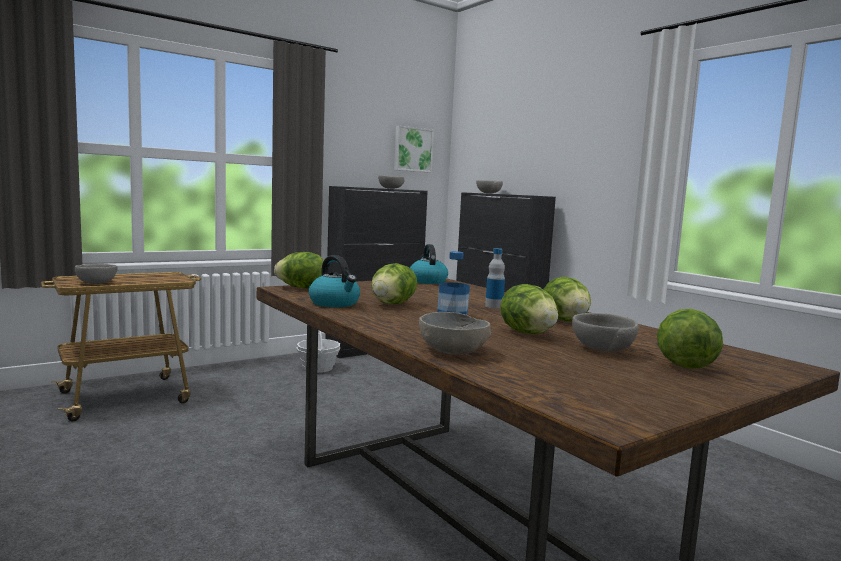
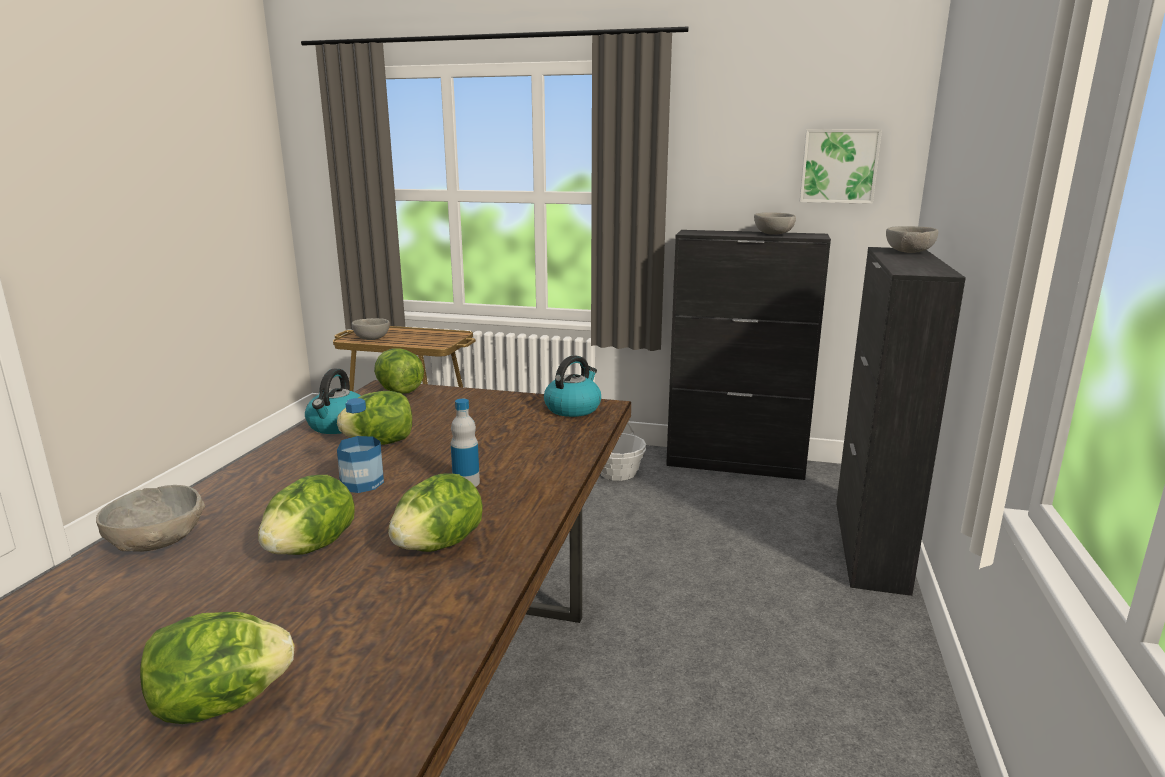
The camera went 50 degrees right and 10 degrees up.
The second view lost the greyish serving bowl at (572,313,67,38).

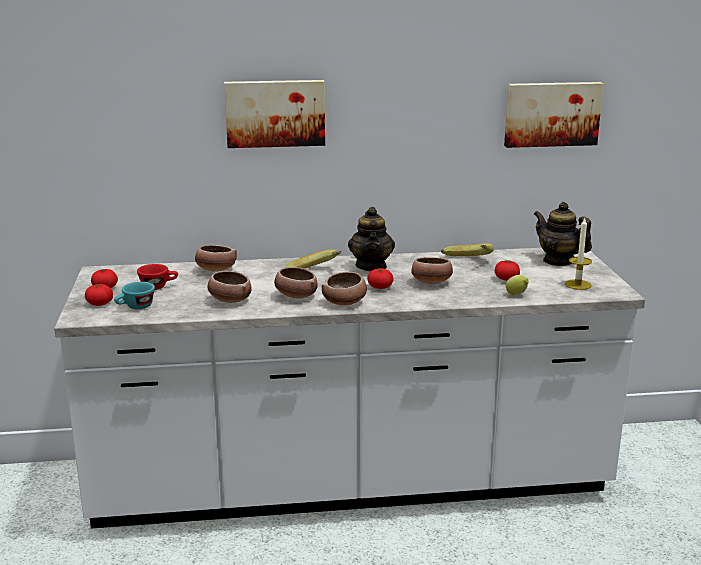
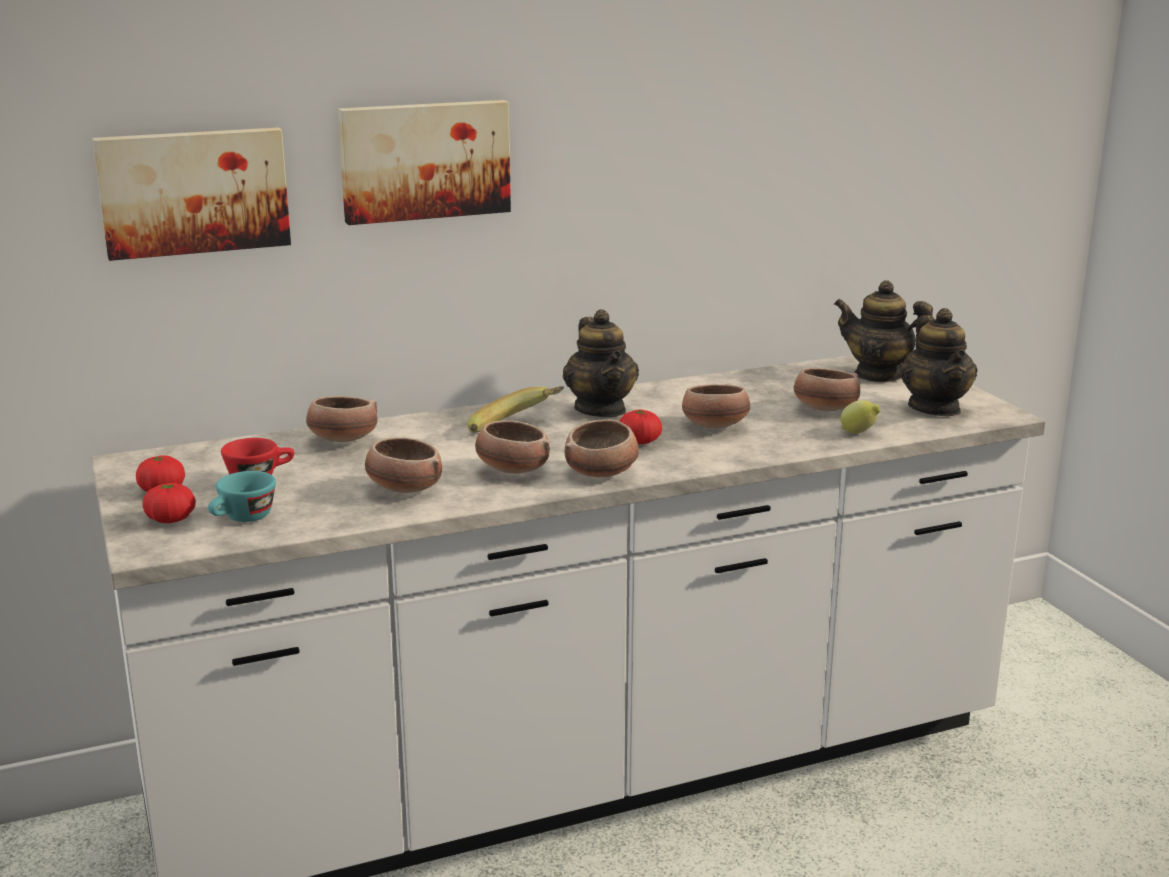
The camera went 15 degrees left and 0 degrees up.
The second view lost the whole banana at (441,243,53,13).
Where the tomato stood at (495,260,25,21), the serving bowl came to stand at (794,368,66,43).
The wall art ended up elsewhere, having gone from (504,82,100,66) to (92,127,199,134).
Where the wax candle stood at (565,218,27,72), the teapot came to stand at (900,308,78,108).

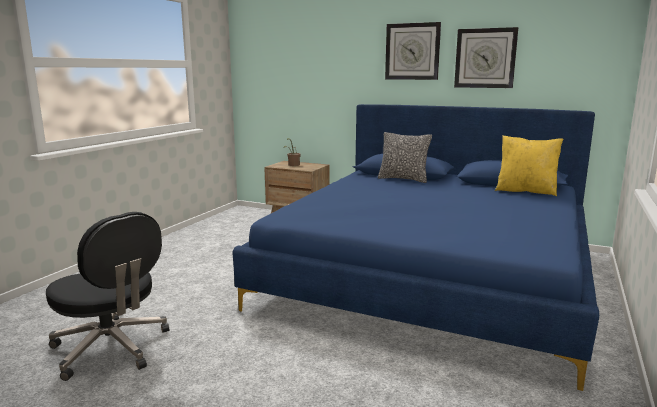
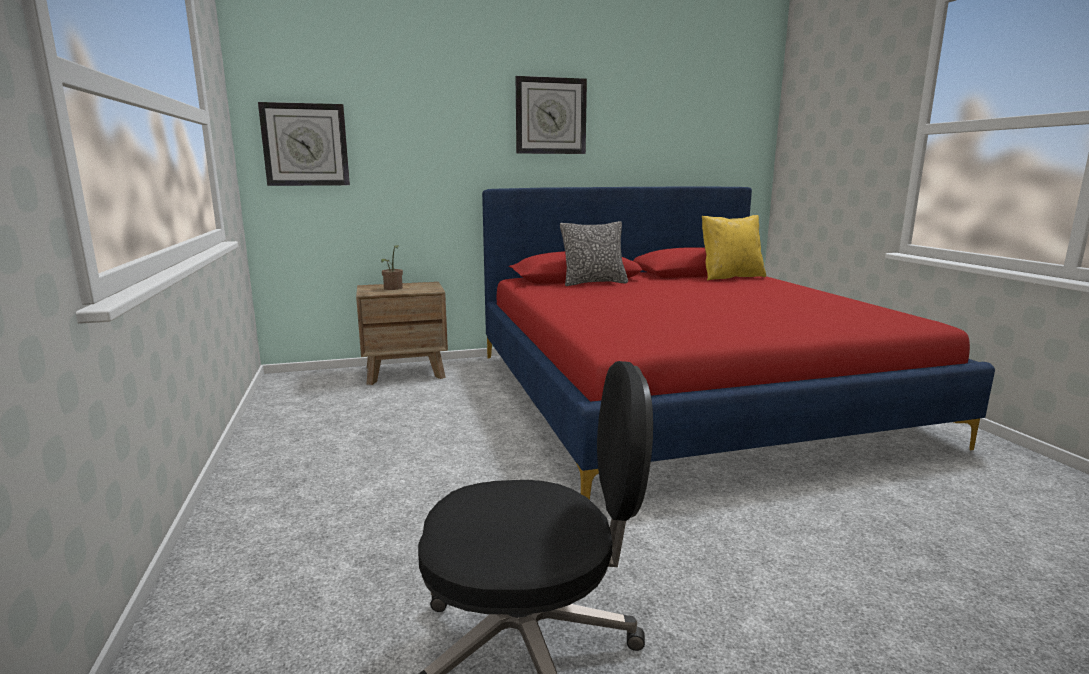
The camera went 40 degrees left and 0 degrees up.
What was the bluish bedroom bed at (233,104,366,287) turned into the red bedroom bed at (482,186,513,314).
The wall clock ended up elsewhere, having gone from (454,27,64,61) to (258,102,92,84).

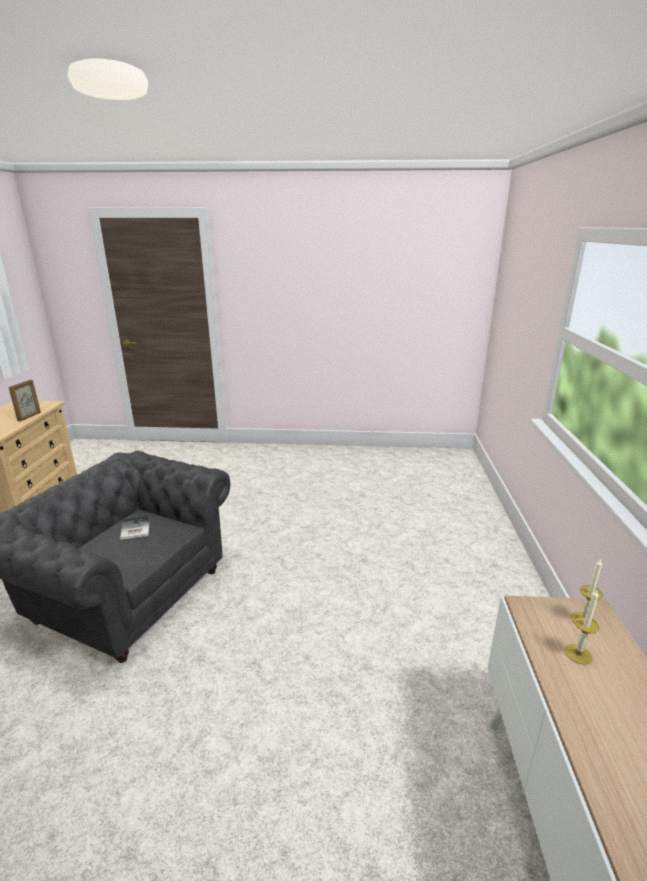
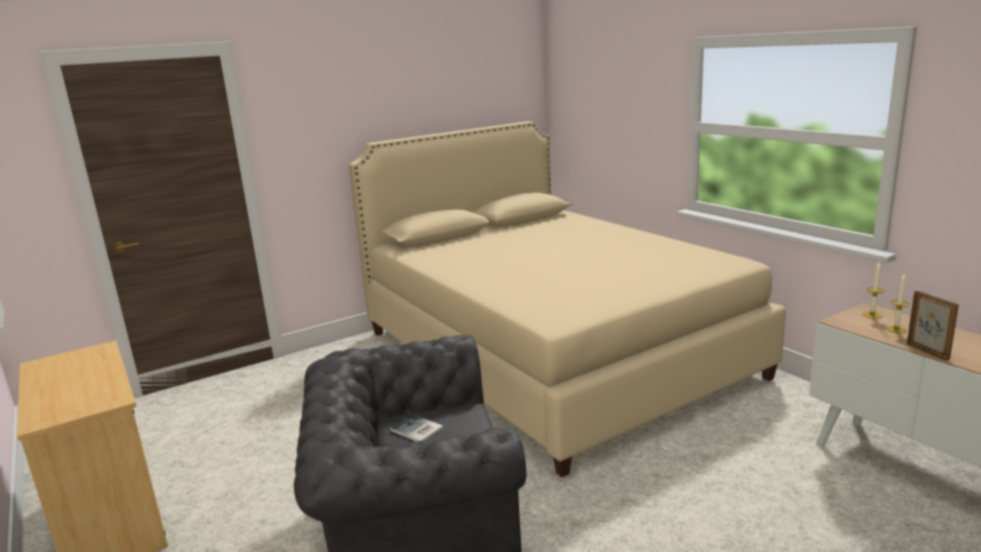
The camera went 35 degrees left and 5 degrees down.
The standing frame ended up elsewhere, having gone from (9,380,32,41) to (907,291,52,70).
The second view gained the sand-coloured bedroom bed at (349,121,437,356).

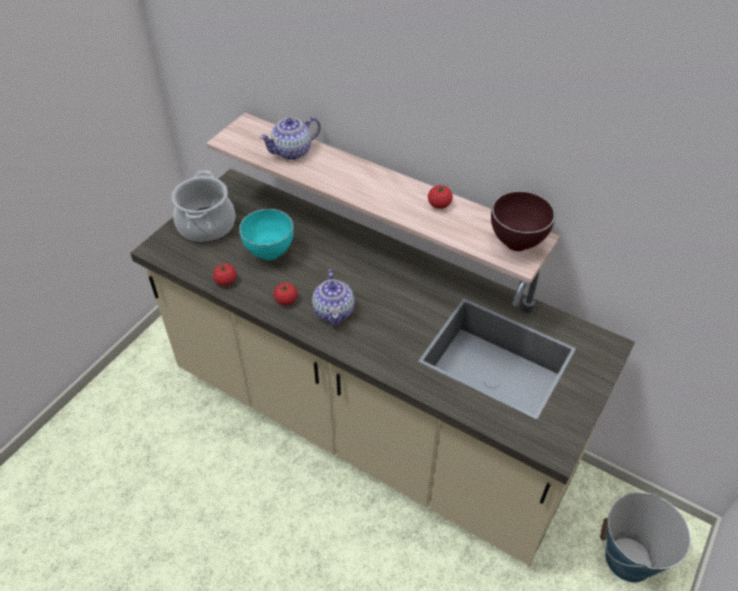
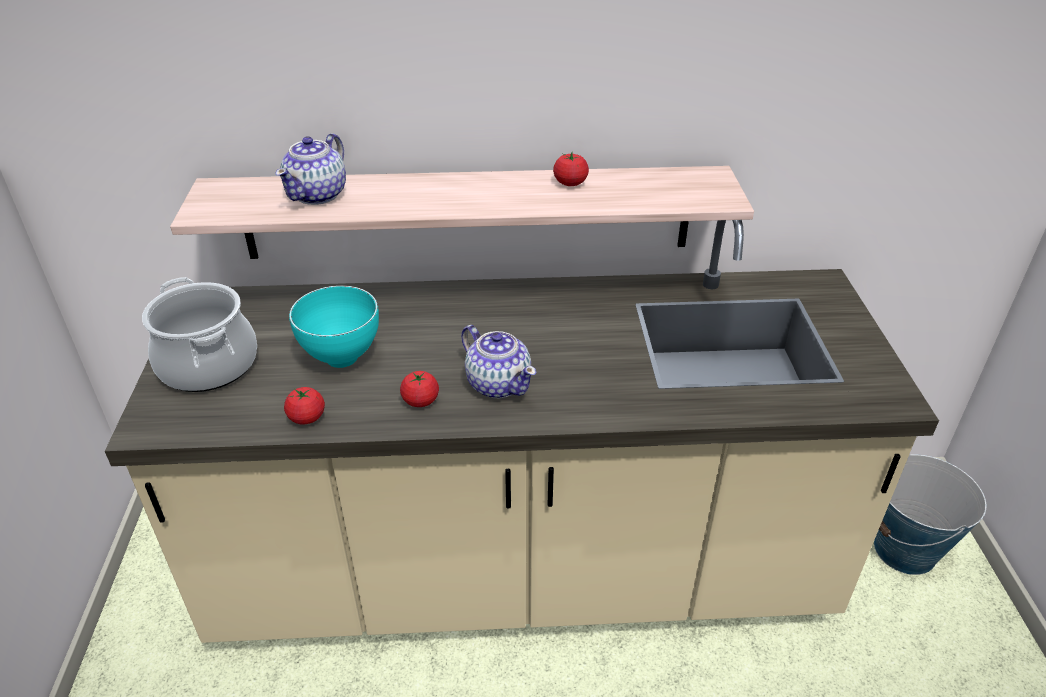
The camera went 35 degrees left and 10 degrees down.
The second view lost the brown serving bowl at (491,191,65,60).

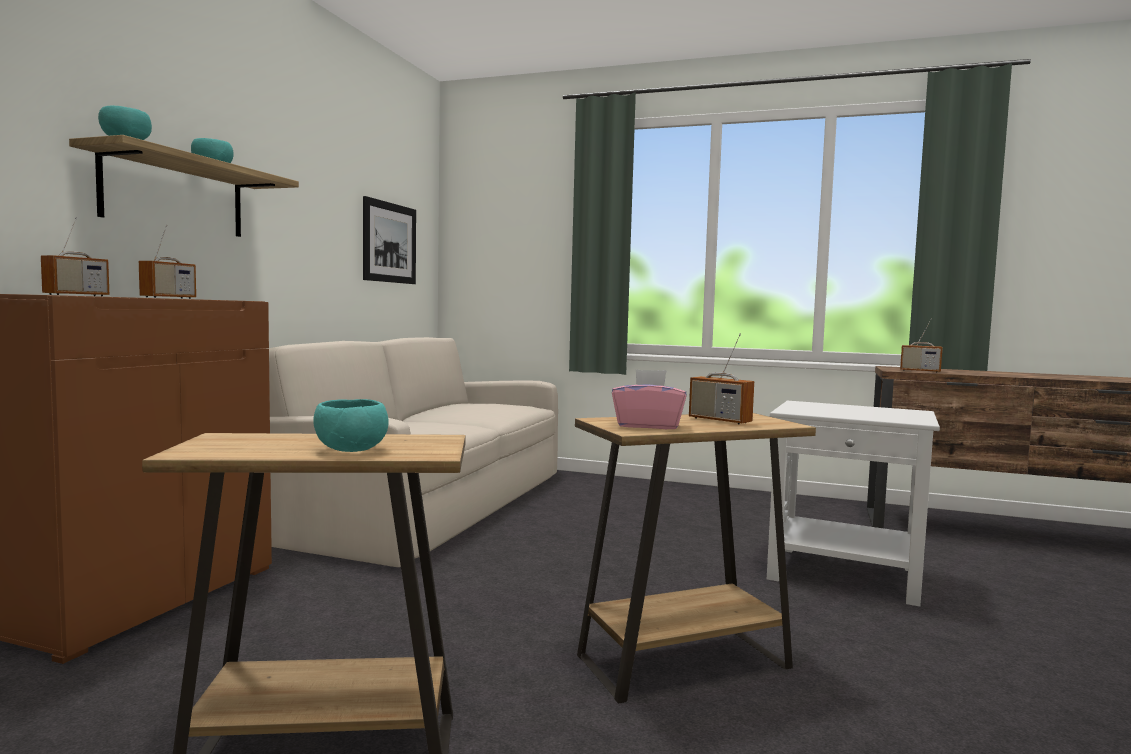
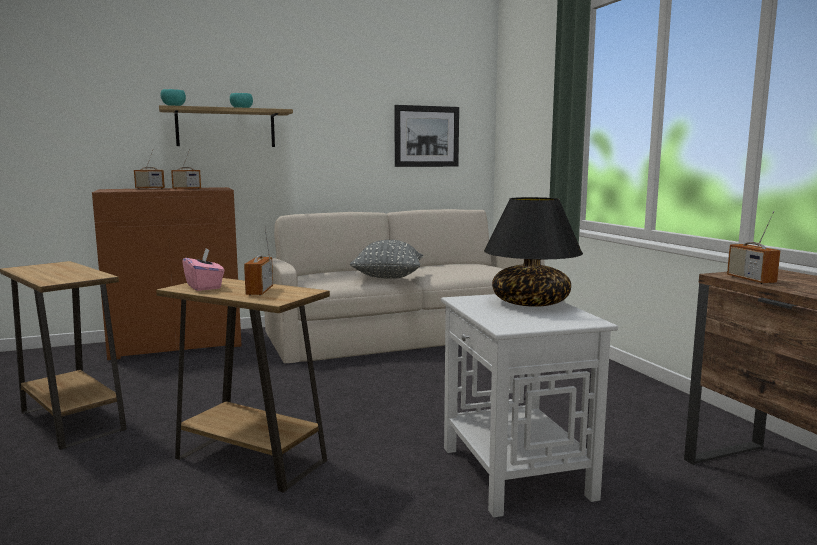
The camera went 50 degrees right and 5 degrees up.
The second view lost the blue-green serving bowl at (313,399,76,53).
The second view gained the greyish cushion at (350,240,74,39).
The second view gained the black table lamp at (484,197,99,110).

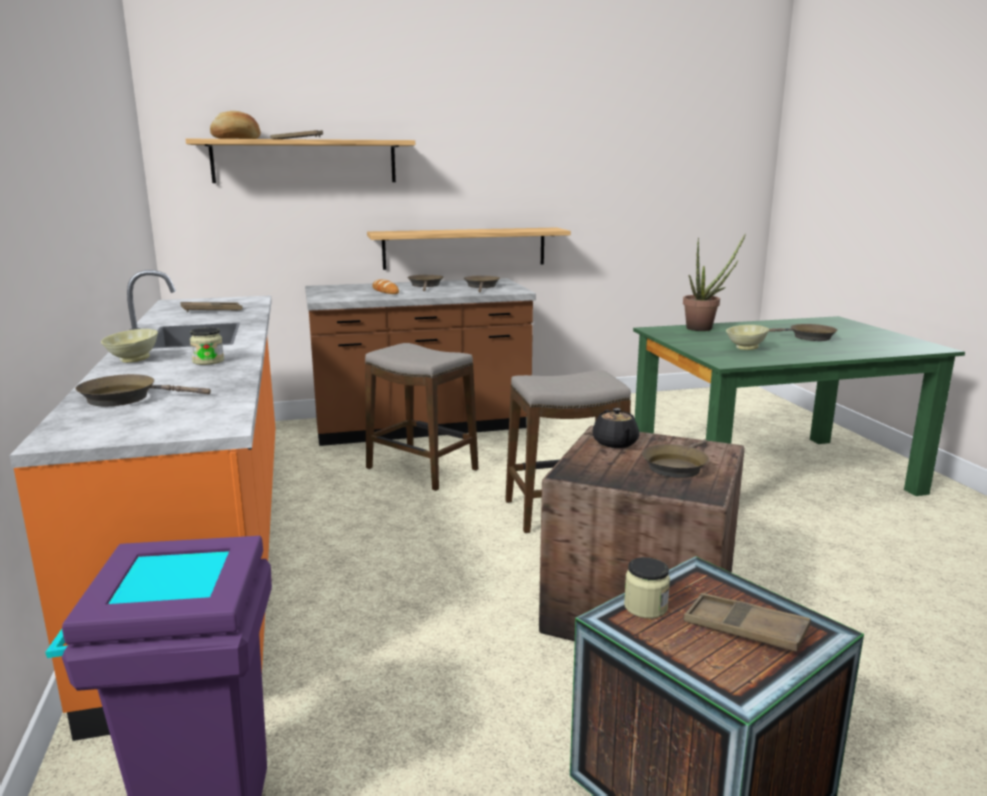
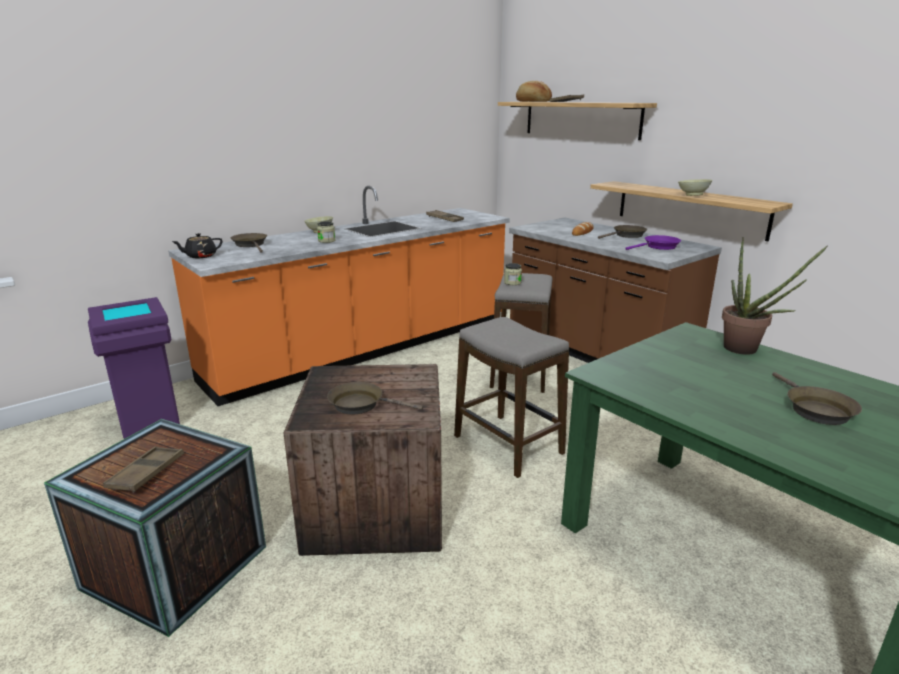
The camera went 65 degrees right and 5 degrees up.
What was the brown pan at (464,275,36,17) turned into the purple pan at (626,235,55,15).
The black teapot ended up elsewhere, having gone from (592,408,47,40) to (172,233,51,25).
The jar ended up elsewhere, having gone from (624,557,46,61) to (504,263,18,22).
The sand-coloured serving bowl ended up elsewhere, having gone from (726,325,43,25) to (678,179,35,17).

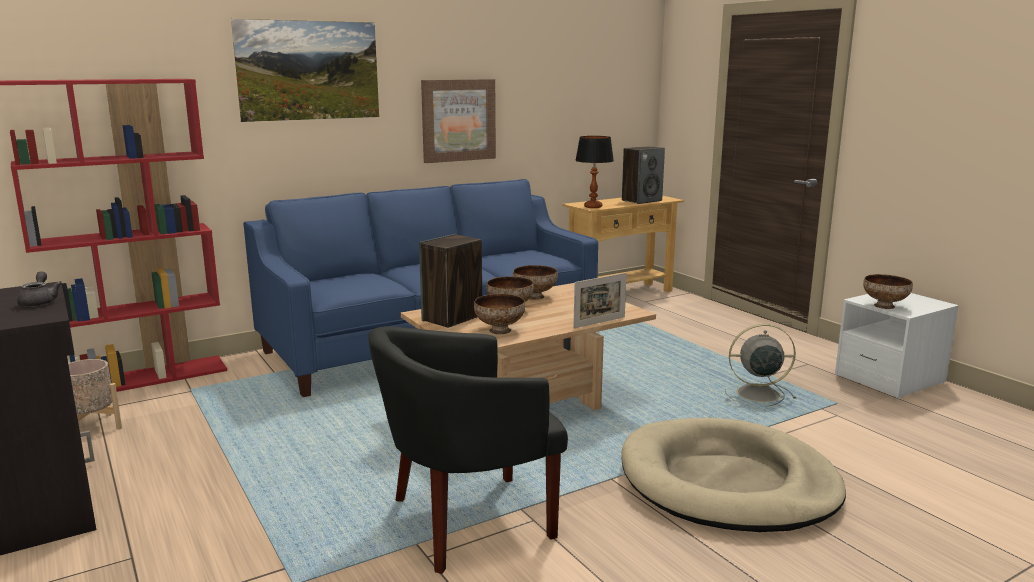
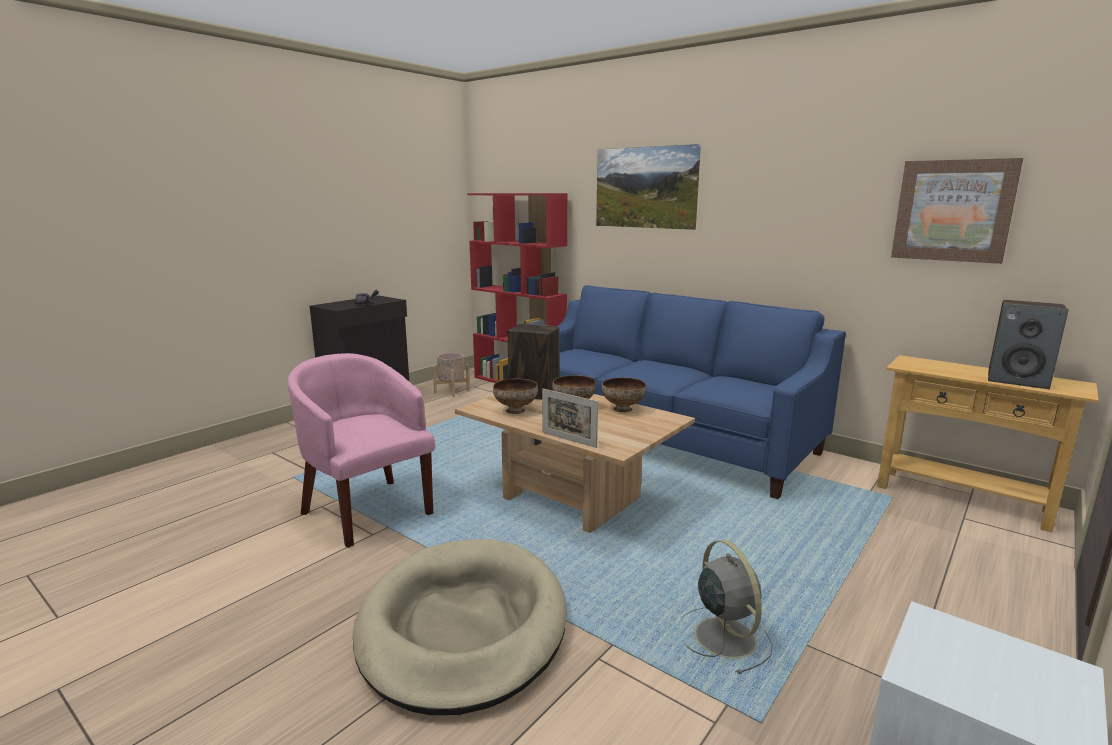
The camera went 70 degrees right and 0 degrees up.
What was the black lounge chair at (368,326,200,248) turned into the pink lounge chair at (287,353,148,195).
The wall art ended up elsewhere, having gone from (421,79,75,84) to (891,158,132,106).
The second view lost the table lamp at (575,136,39,72).
The second view lost the serving bowl at (863,274,50,35).

